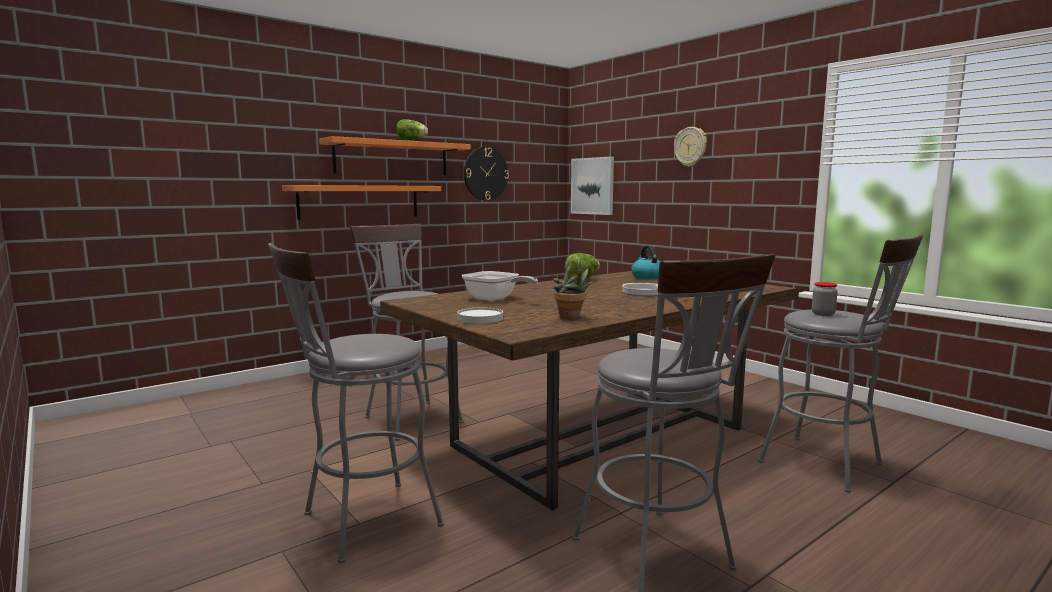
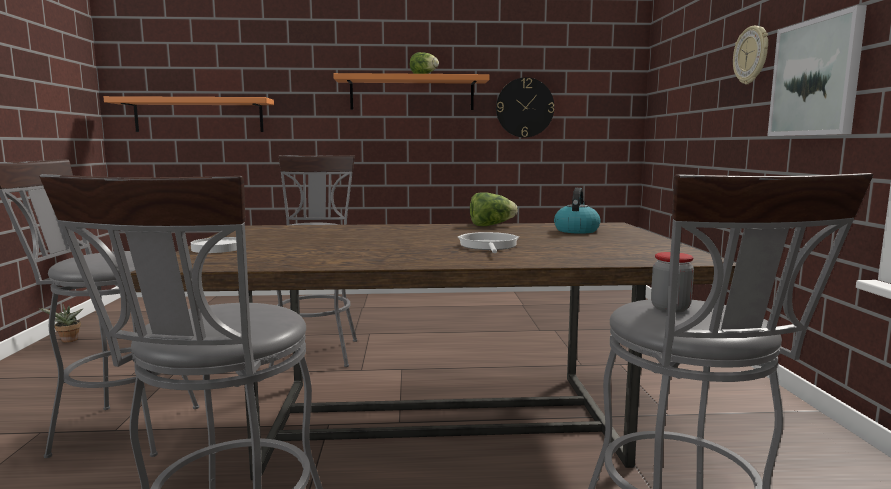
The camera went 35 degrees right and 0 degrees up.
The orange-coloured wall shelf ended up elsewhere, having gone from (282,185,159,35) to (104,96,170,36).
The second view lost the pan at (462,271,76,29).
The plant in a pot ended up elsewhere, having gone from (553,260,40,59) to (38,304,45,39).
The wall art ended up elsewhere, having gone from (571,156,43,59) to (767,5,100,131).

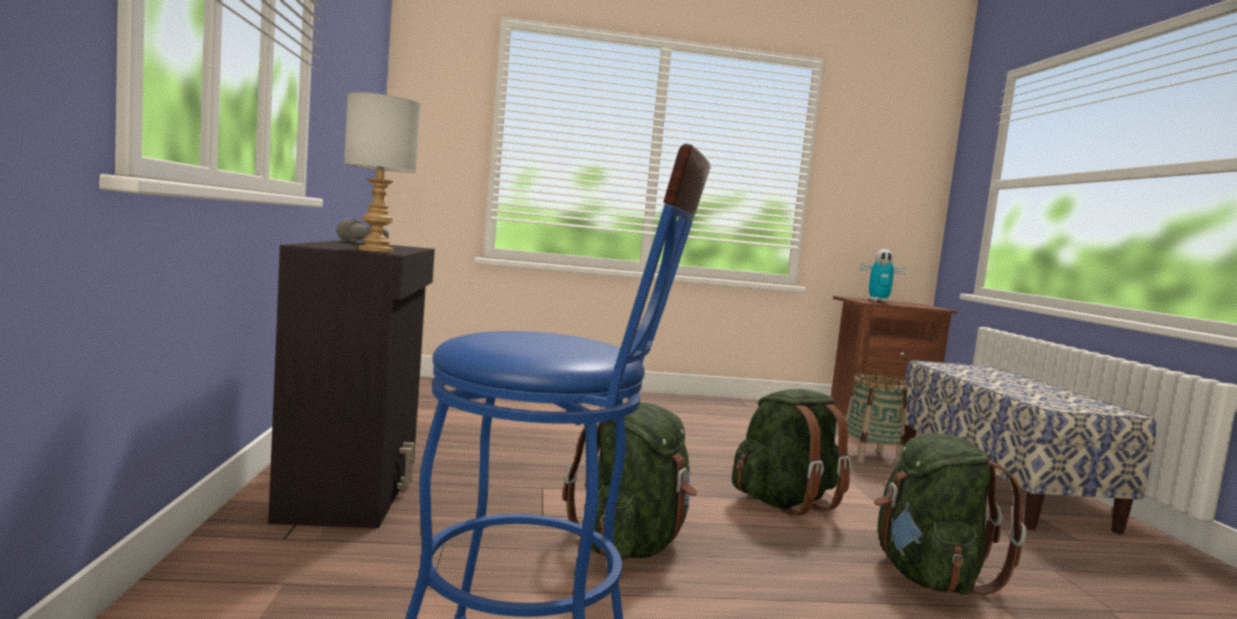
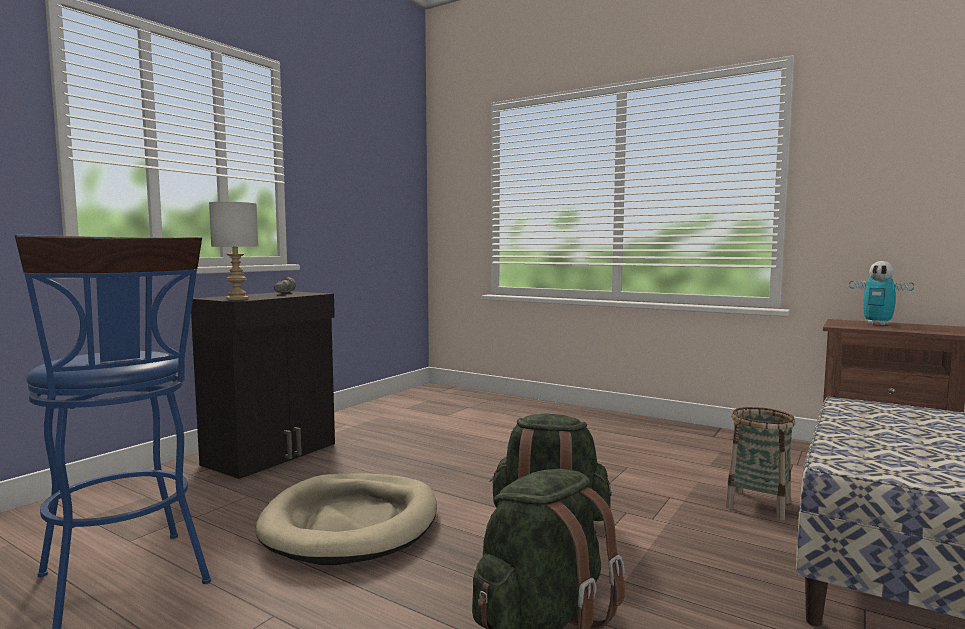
The camera went 40 degrees right and 0 degrees up.
Where the green-coloured backpack stood at (563,402,134,158), the sand-coloured dog cushion came to stand at (256,474,181,91).

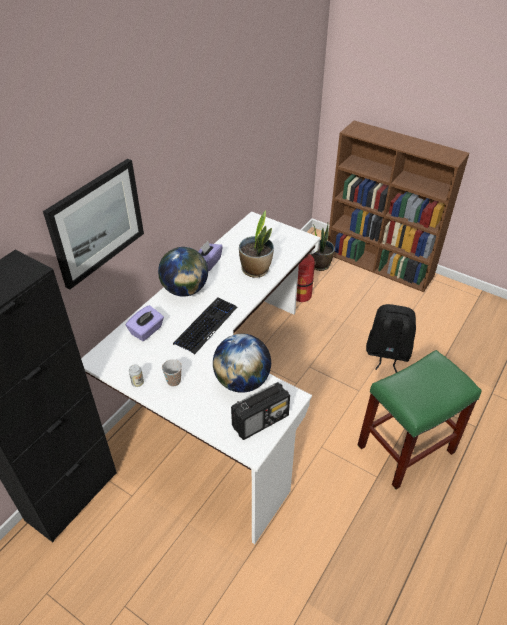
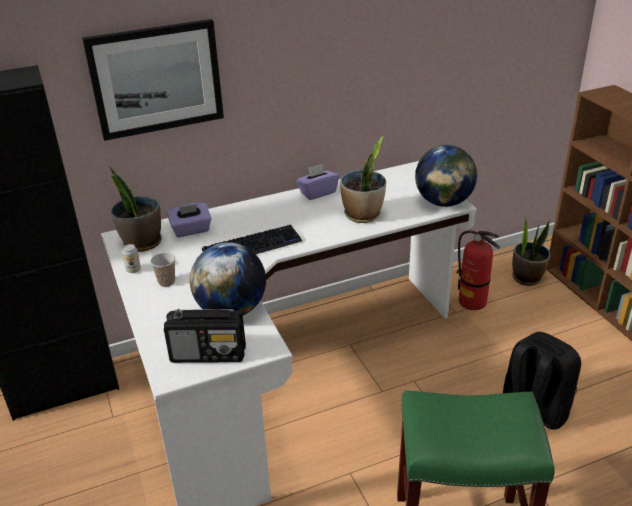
The camera went 35 degrees right and 10 degrees down.
The globe ended up elsewhere, having gone from (158,247,50,50) to (415,145,62,62).
The second view gained the plant in a pot at (109,166,53,86).

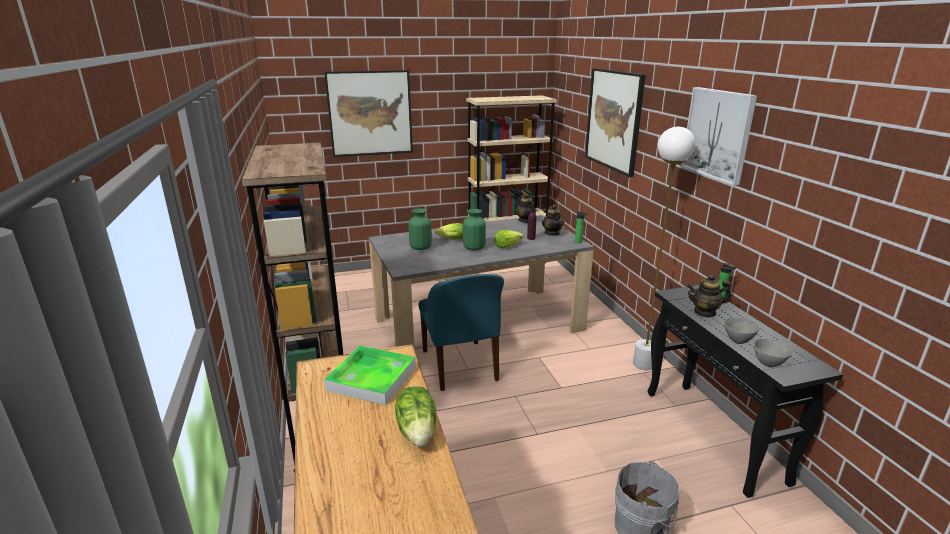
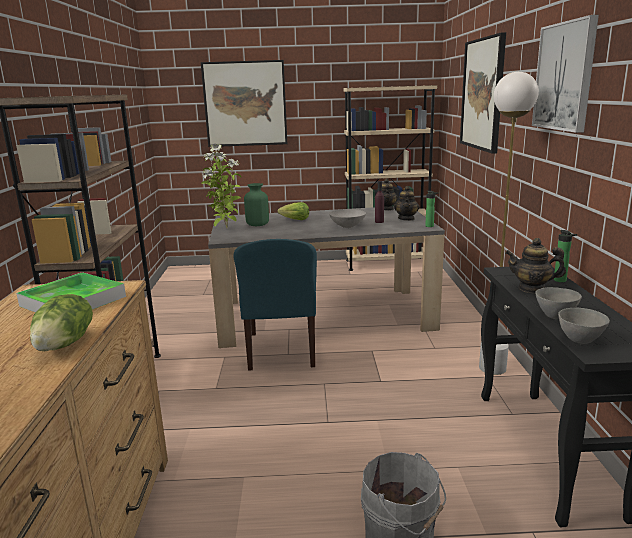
The camera went 15 degrees right and 5 degrees down.
The second view lost the green-coloured flower vase at (463,209,23,41).
Where the lettuce head stood at (494,230,29,18), the greyish serving bowl came to stand at (329,209,37,19).
The second view gained the plant in a pot at (201,144,40,84).

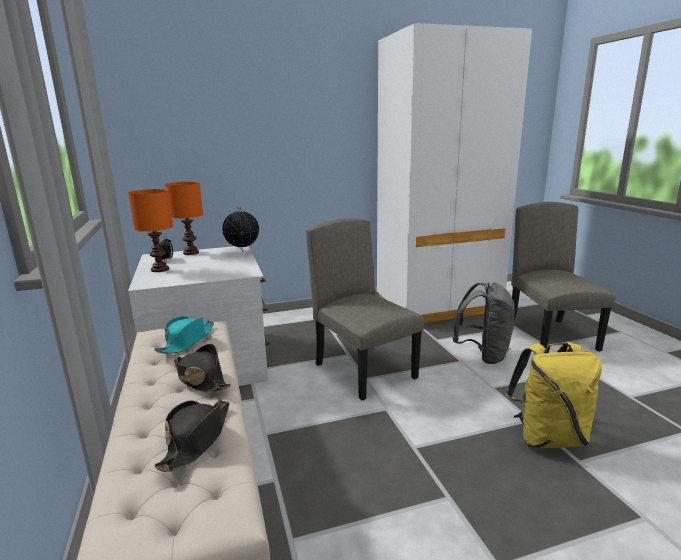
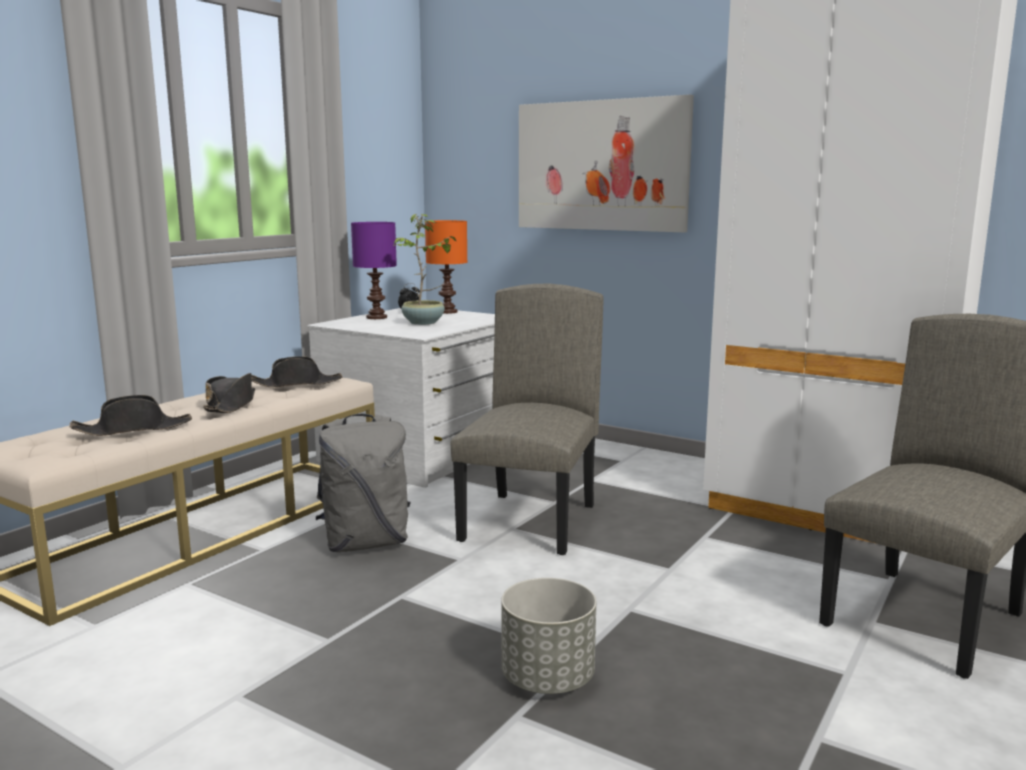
The camera went 50 degrees right and 5 degrees down.
What was the orange-coloured table lamp at (128,189,45,83) turned into the purple table lamp at (351,222,46,97).
What was the blue-green clothing hat at (154,316,60,38) turned into the black clothing hat at (251,356,92,32).
The second view lost the globe at (222,207,37,45).
The greyish backpack ended up elsewhere, having gone from (453,282,62,82) to (316,414,95,138).
Where the yellow-coloured backpack stood at (506,342,96,106), the greyish flower pot came to stand at (501,578,95,116).
The second view gained the plant in a pot at (393,214,63,111).
The second view gained the wall art at (519,94,175,138).

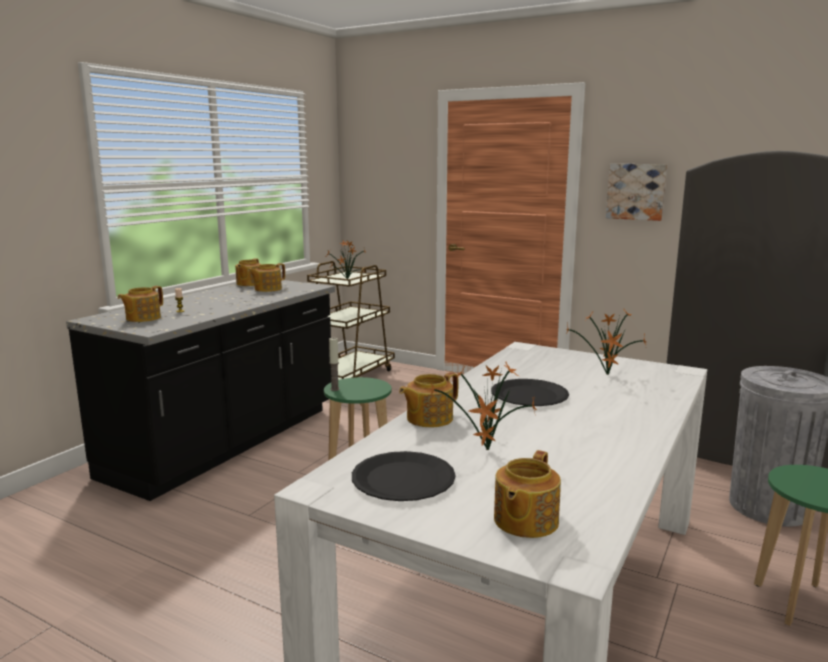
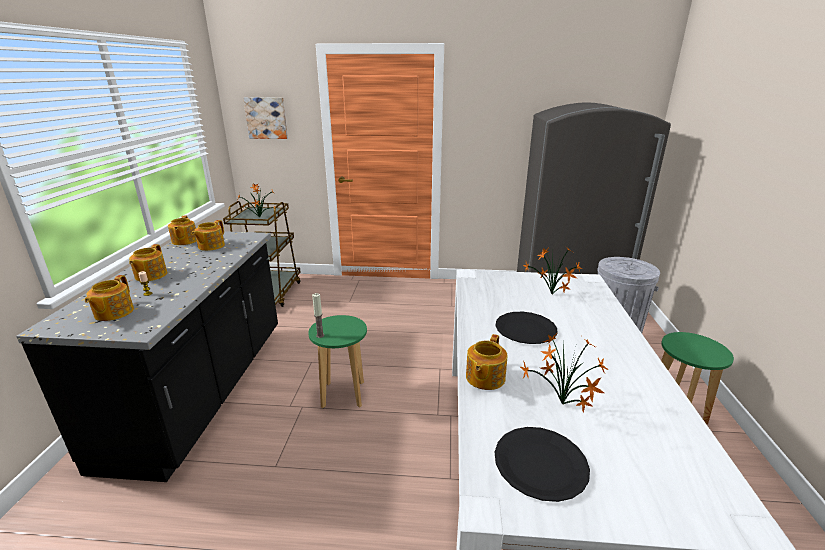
The camera went 25 degrees left and 10 degrees up.
The teapot ended up elsewhere, having gone from (494,450,67,88) to (129,244,38,37).
The wall art ended up elsewhere, having gone from (606,164,61,57) to (243,97,45,42).

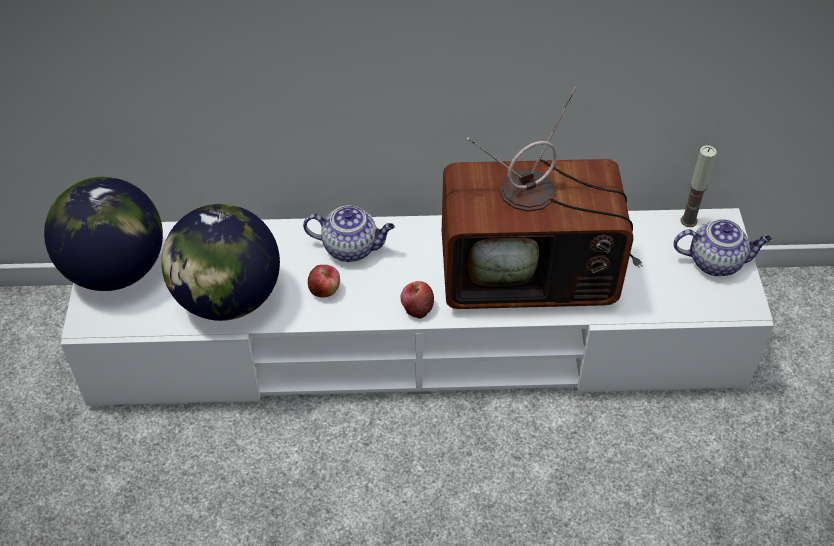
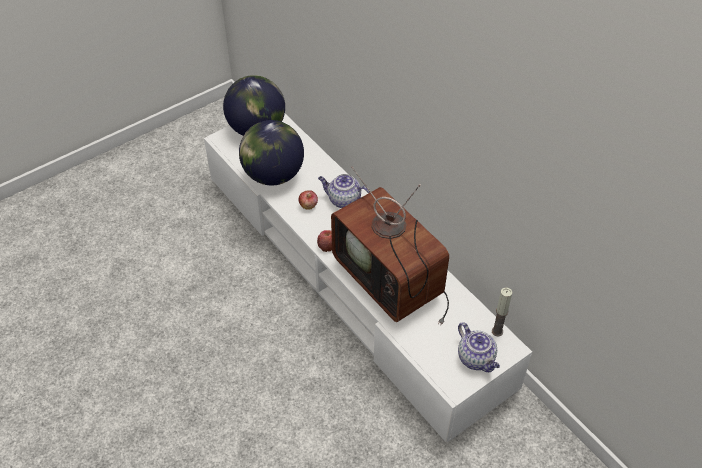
The camera went 55 degrees right and 0 degrees up.
The teapot at (303,205,92,57) ended up facing another way, 135 degrees clockwise from before.

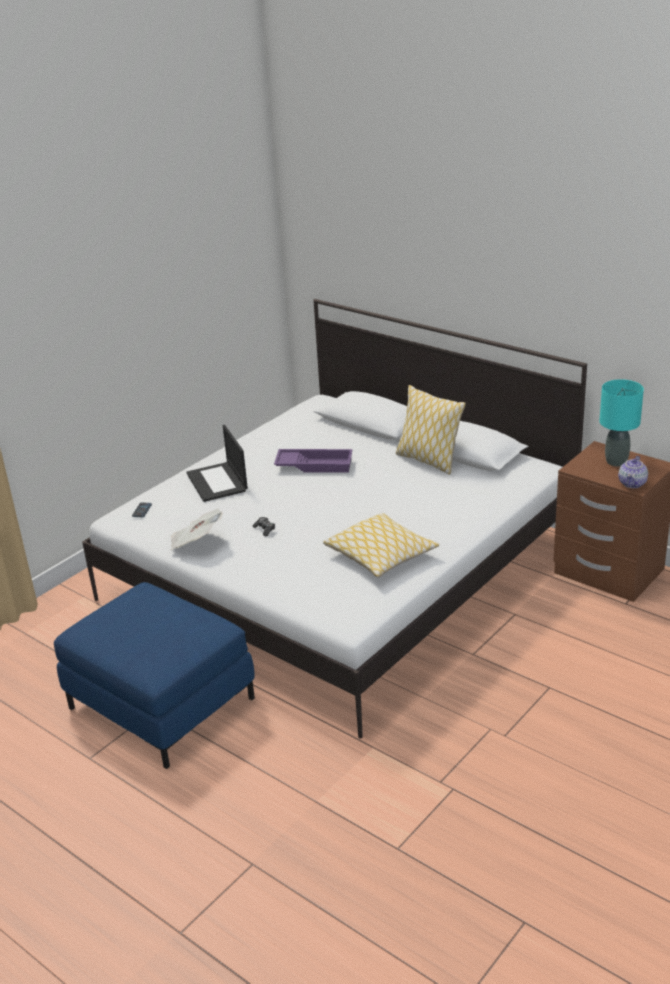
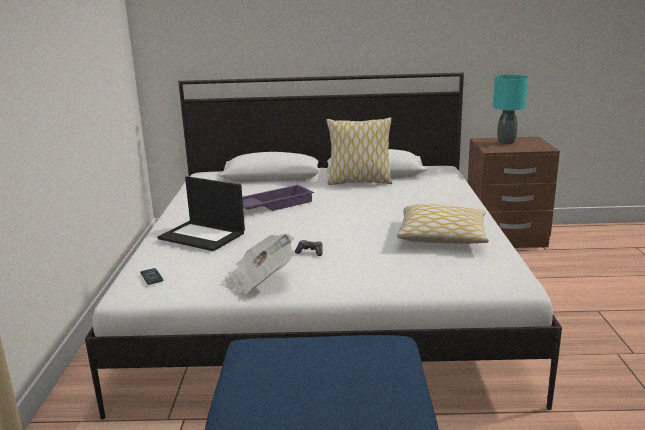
The camera went 40 degrees left and 10 degrees down.
The second view lost the teapot at (618,456,30,32).

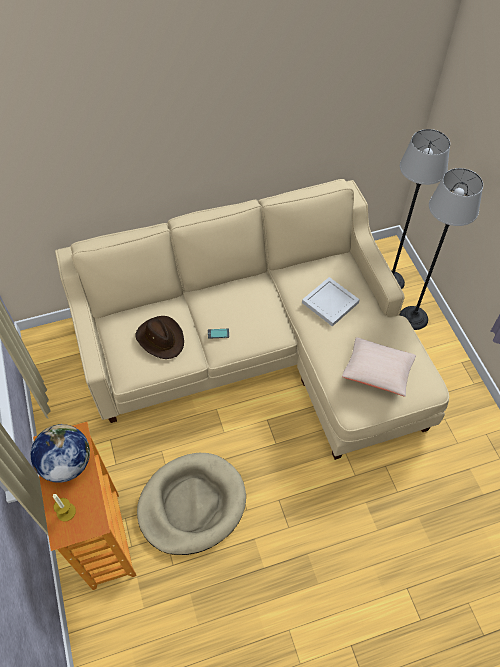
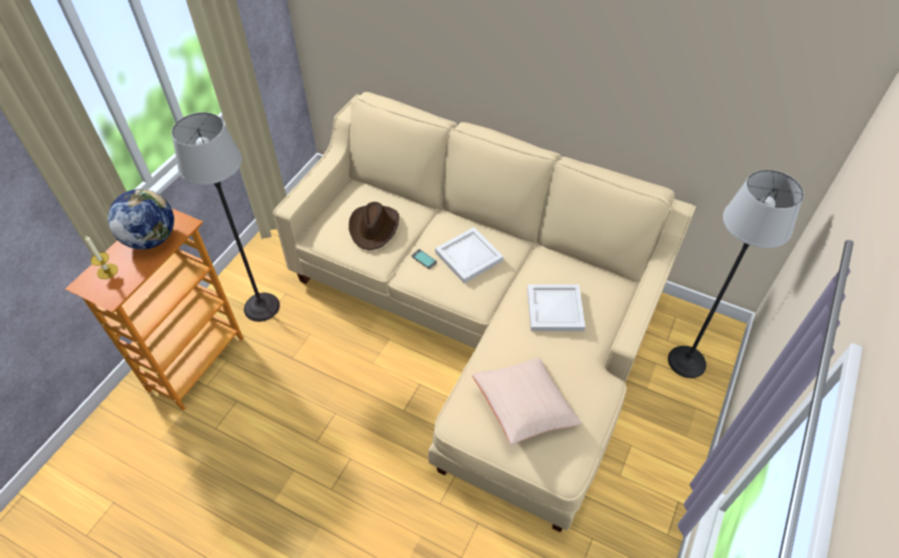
The camera went 45 degrees right and 5 degrees down.
The second view lost the sand-coloured dog cushion at (137,453,109,102).
The standing lamp ended up elsewhere, having gone from (399,168,84,162) to (172,112,108,210).
The second view gained the white carrying tray at (435,227,69,56).

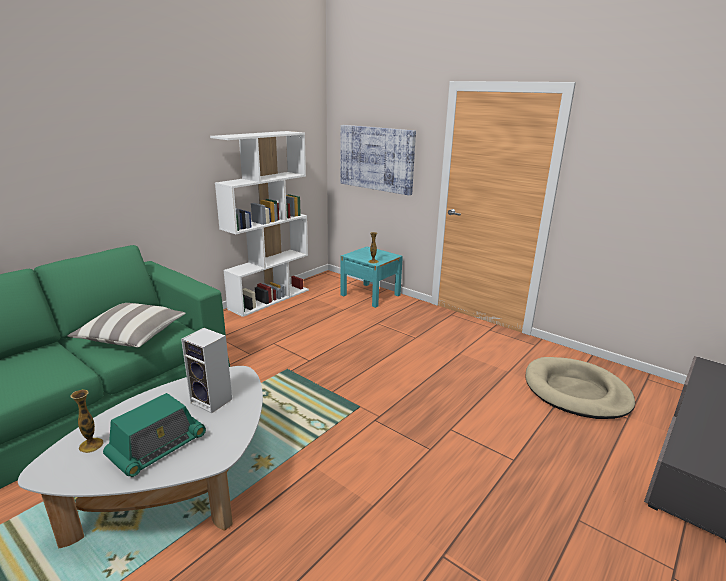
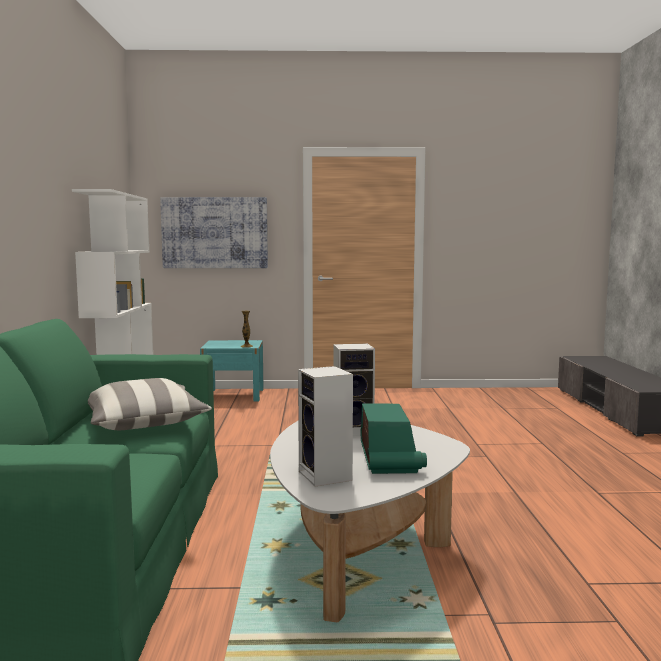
The camera went 40 degrees left and 15 degrees down.
Where the flower vase stood at (70,390,34,63), the loudspeaker came to stand at (298,366,55,120).
The second view lost the sand-coloured dog cushion at (526,357,109,62).

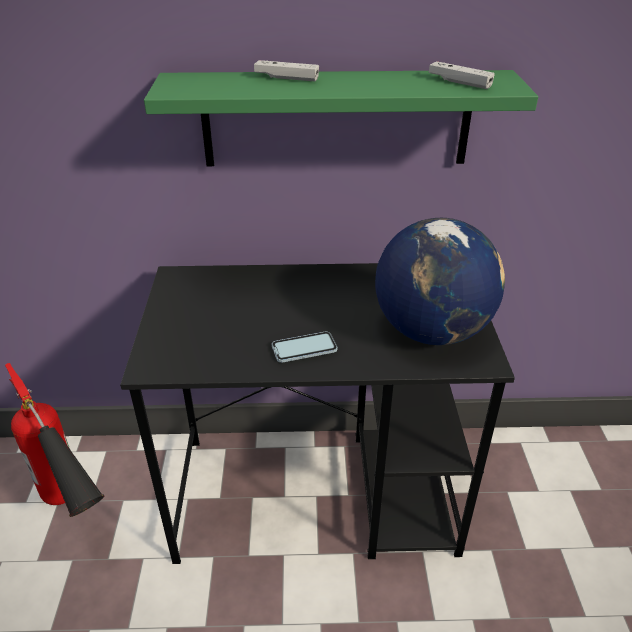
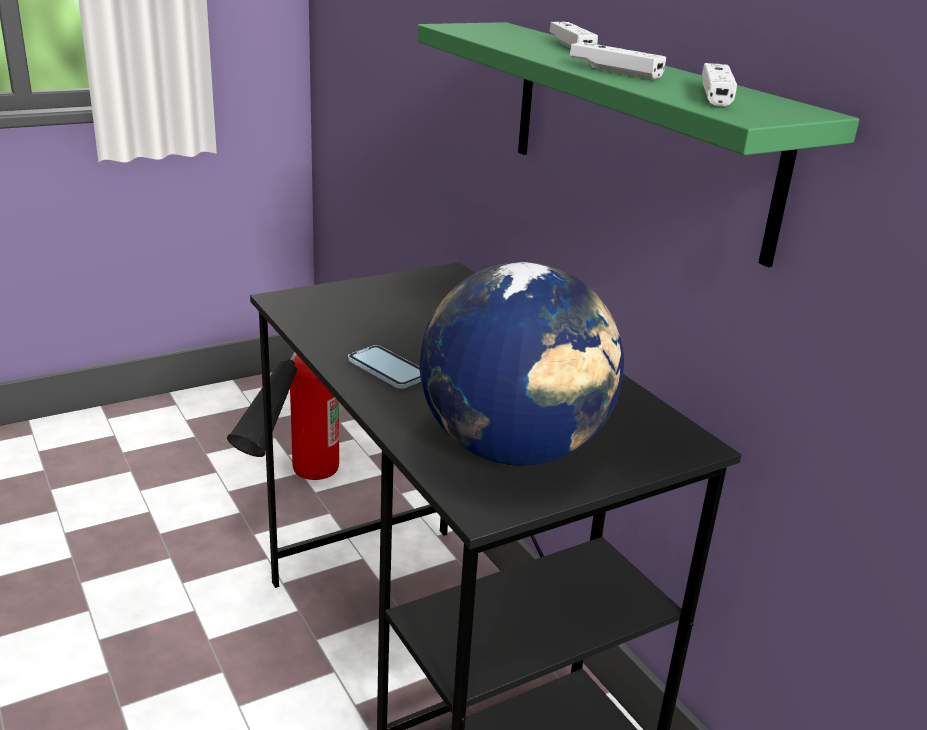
The camera went 60 degrees right and 10 degrees down.
The second view gained the white game controller at (570,42,96,38).

